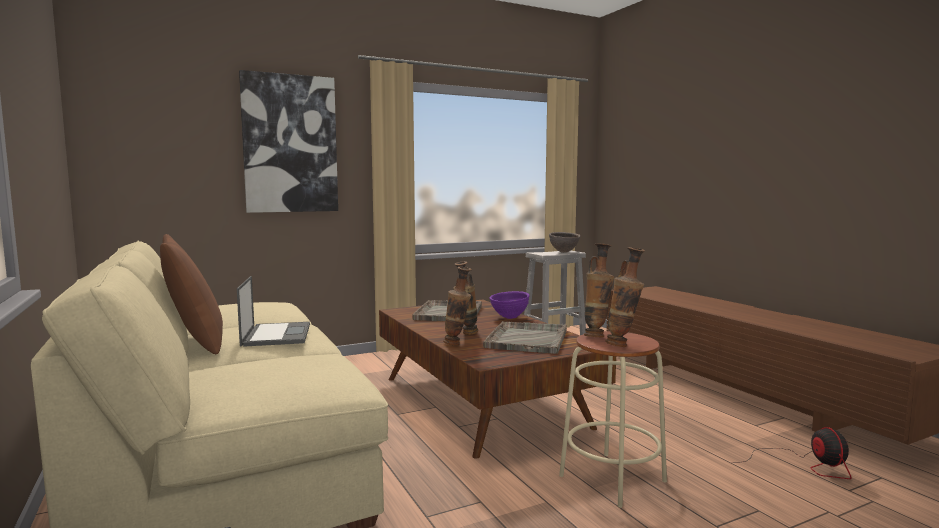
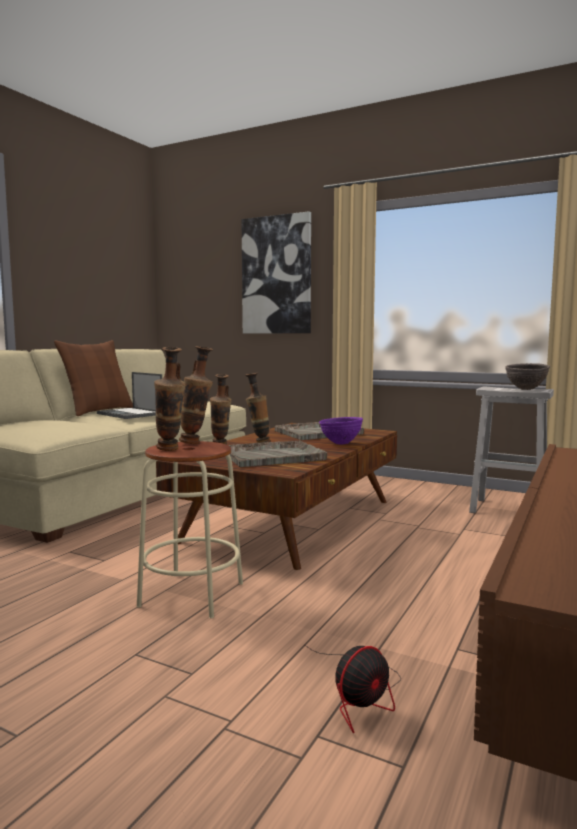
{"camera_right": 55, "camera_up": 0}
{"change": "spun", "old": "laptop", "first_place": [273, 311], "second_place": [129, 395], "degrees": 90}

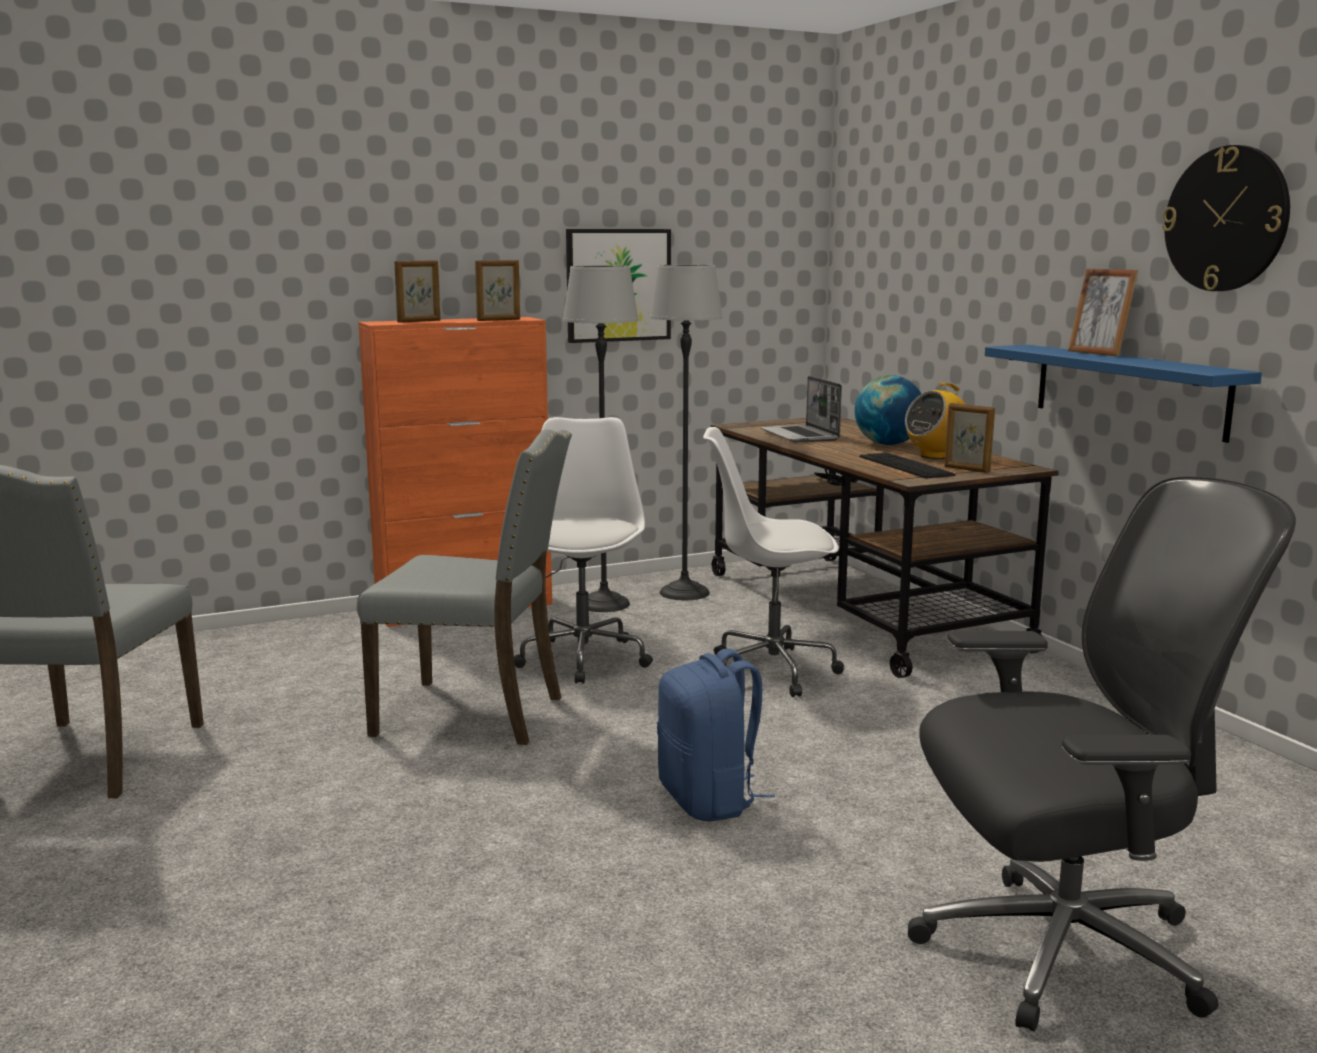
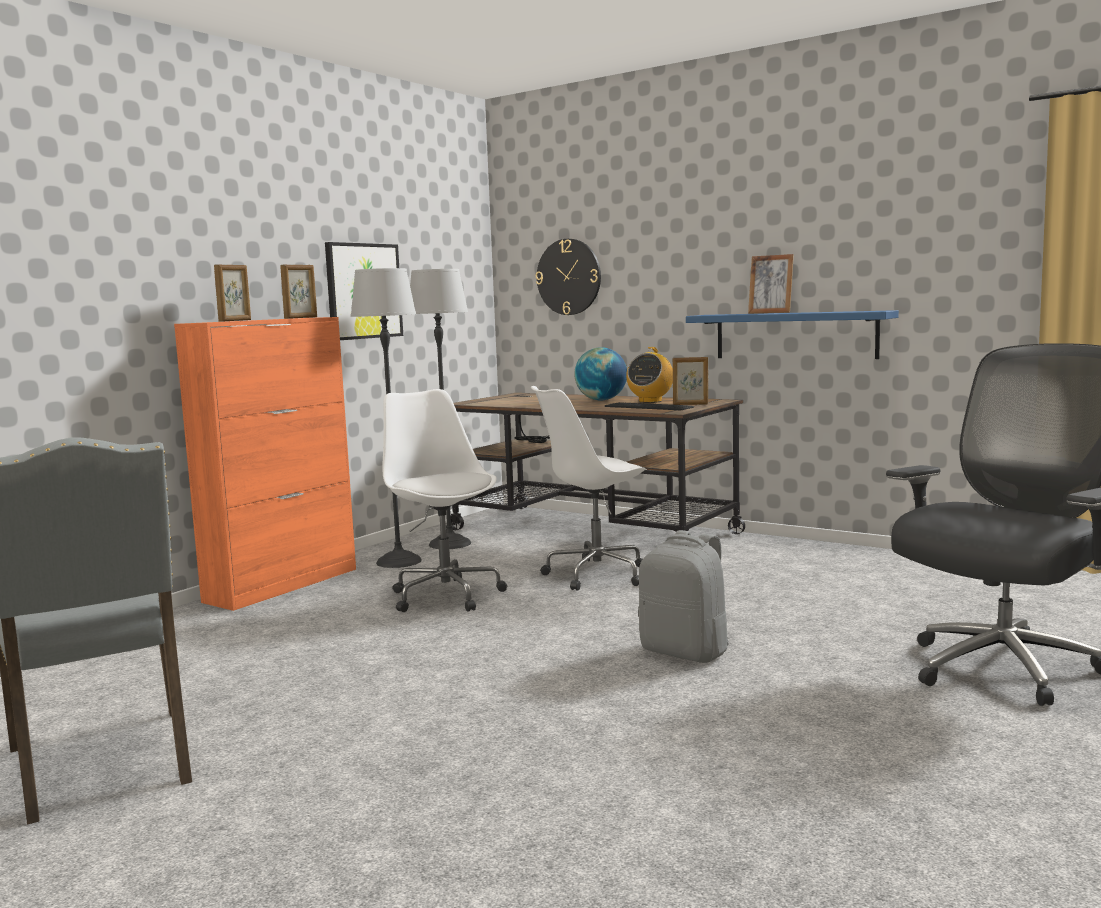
{"camera_right": -30, "camera_up": -5}
{"change": "missing", "old": "chair (grey)", "first_place": [464, 587]}
{"change": "missing", "old": "laptop", "first_place": [801, 409]}
{"change": "relocated", "old": "wall clock", "first_place": [1226, 218], "second_place": [568, 277]}
{"change": "colour", "old": "backpack (blue)", "new": "backpack (grey)", "first_place": [716, 735], "second_place": [683, 596]}

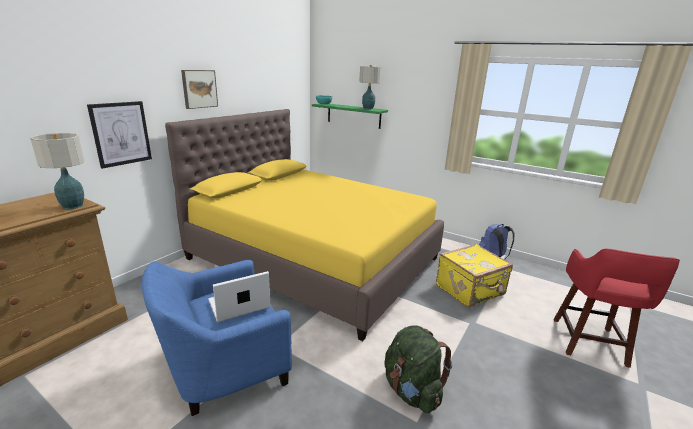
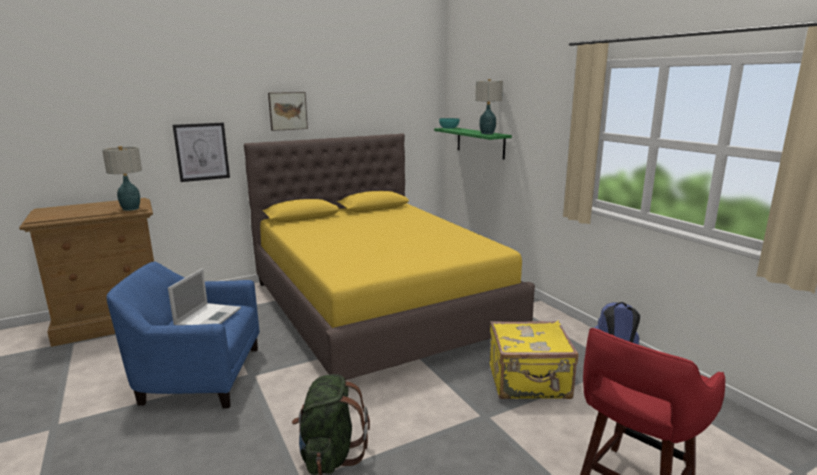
{"camera_right": 30, "camera_up": -5}
{"change": "spun", "old": "laptop", "first_place": [239, 296], "second_place": [204, 297], "degrees": 105}

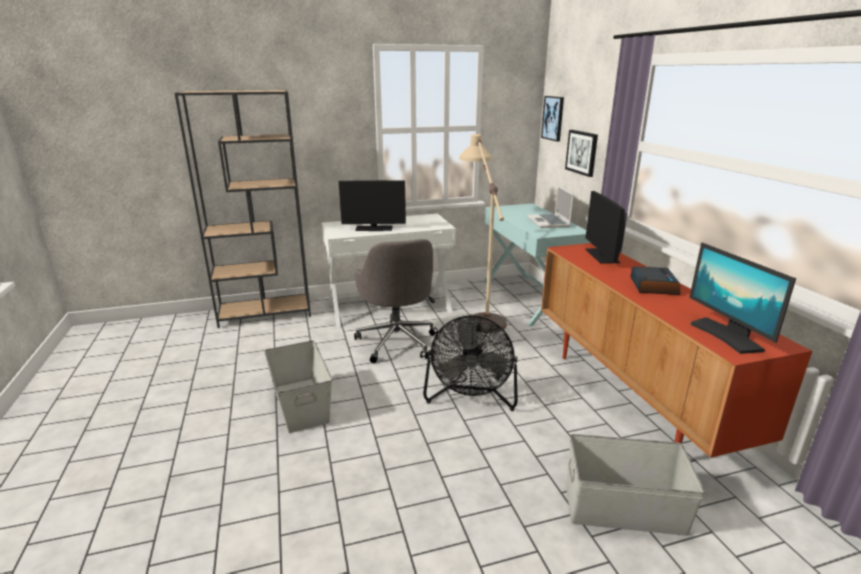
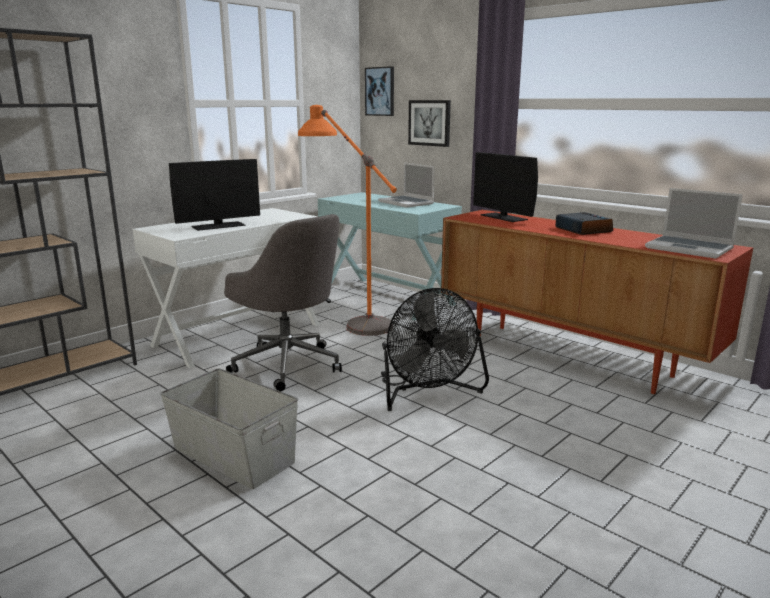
{"camera_right": -30, "camera_up": -5}
{"change": "missing", "old": "storage box (grey)", "first_place": [635, 485]}
{"change": "exchanged", "old": "monitor", "new": "laptop", "first_place": [742, 298], "second_place": [694, 223]}
{"change": "colour", "old": "floor lamp (beige)", "new": "floor lamp (orange)", "first_place": [483, 233], "second_place": [347, 220]}

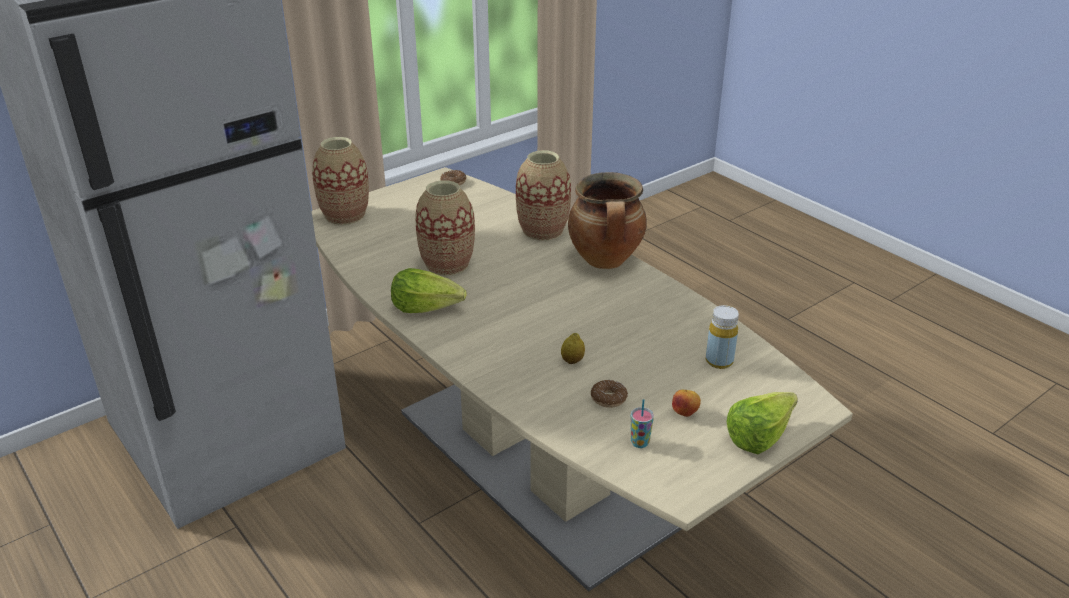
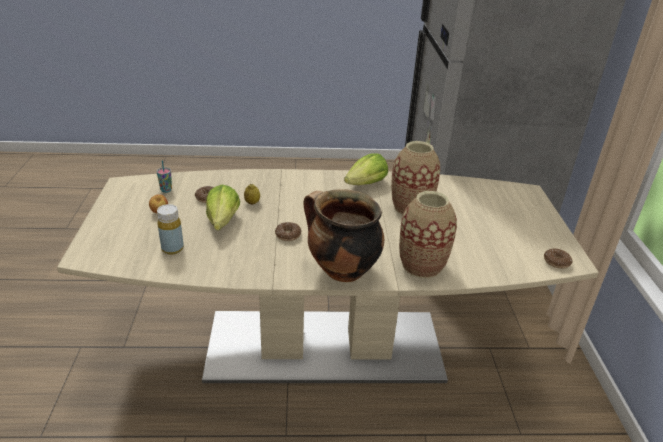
{"camera_right": 125, "camera_up": 0}
{"change": "missing", "old": "vase", "first_place": [340, 181]}
{"change": "appeared", "new": "donut", "second_place": [288, 231]}
{"change": "relocated", "old": "lettuce", "first_place": [762, 423], "second_place": [223, 207]}

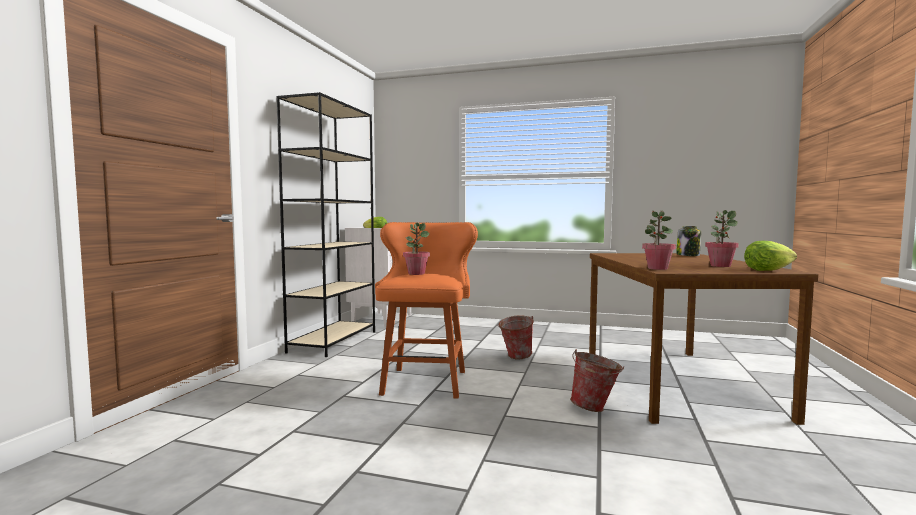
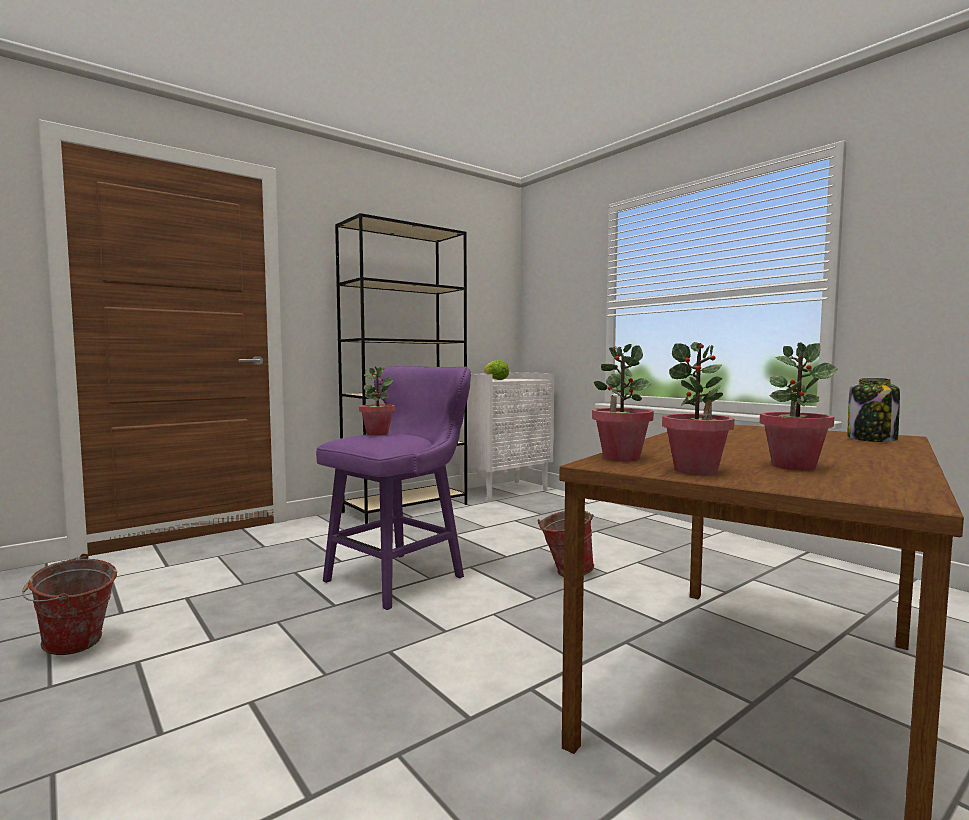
{"camera_right": 35, "camera_up": 0}
{"change": "missing", "old": "lettuce", "first_place": [770, 256]}
{"change": "appeared", "new": "potted plant", "second_place": [698, 408]}
{"change": "relocated", "old": "bucket", "first_place": [597, 380], "second_place": [69, 604]}
{"change": "colour", "old": "stool (orange)", "new": "stool (purple)", "first_place": [426, 310], "second_place": [393, 488]}

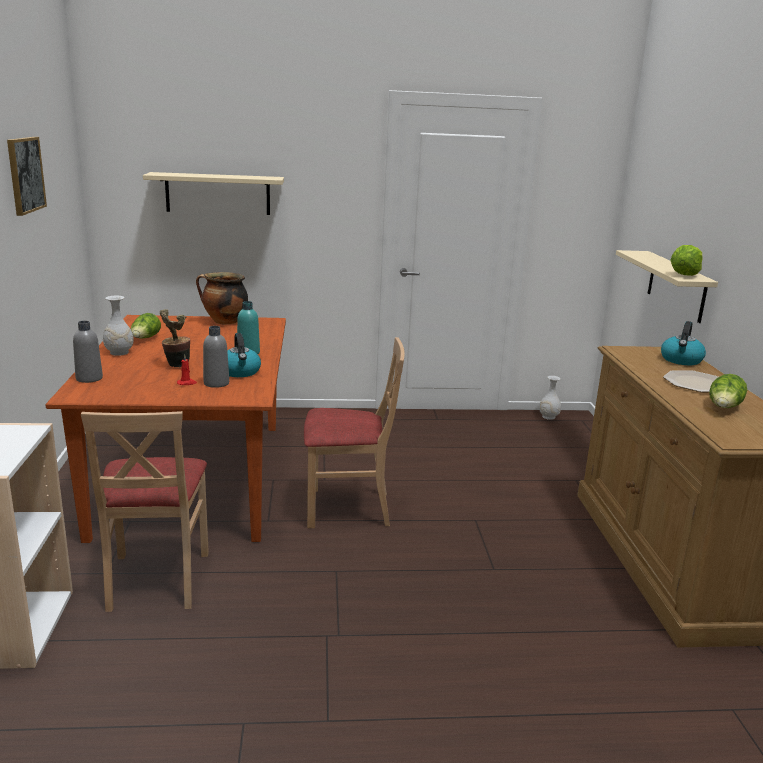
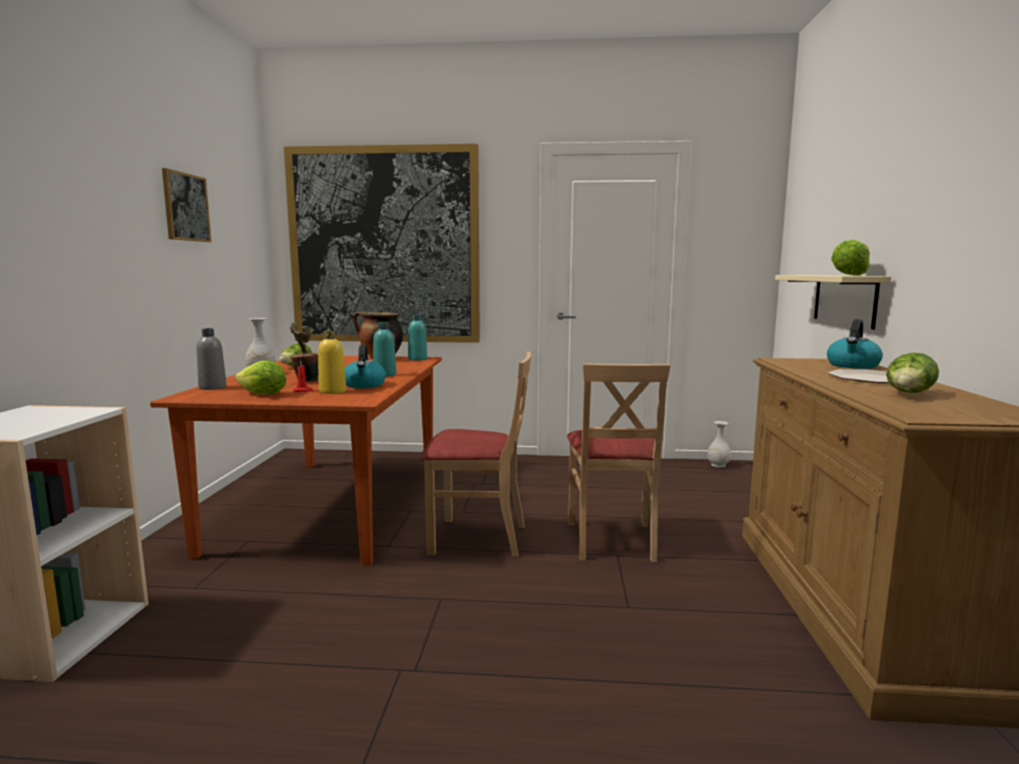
{"camera_right": 10, "camera_up": -10}
{"change": "appeared", "new": "lettuce", "second_place": [260, 377]}
{"change": "appeared", "new": "bottle (turquoise)", "second_place": [417, 337]}
{"change": "relocated", "old": "chair (beige)", "first_place": [145, 511], "second_place": [618, 462]}
{"change": "exchanged", "old": "shelf (beige)", "new": "picture", "first_place": [213, 193], "second_place": [382, 243]}
{"change": "colour", "old": "bottle (grey)", "new": "bottle (yellow)", "first_place": [216, 357], "second_place": [332, 362]}

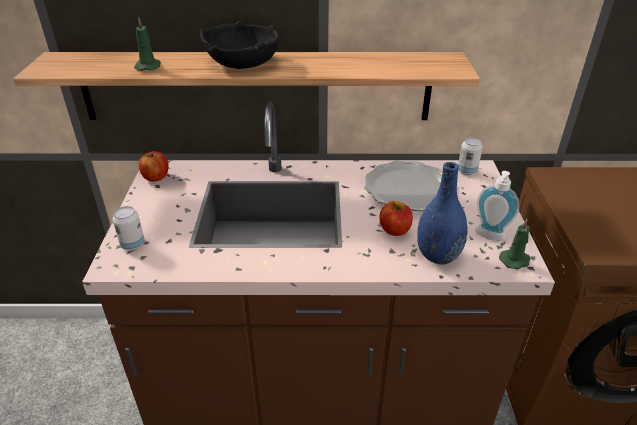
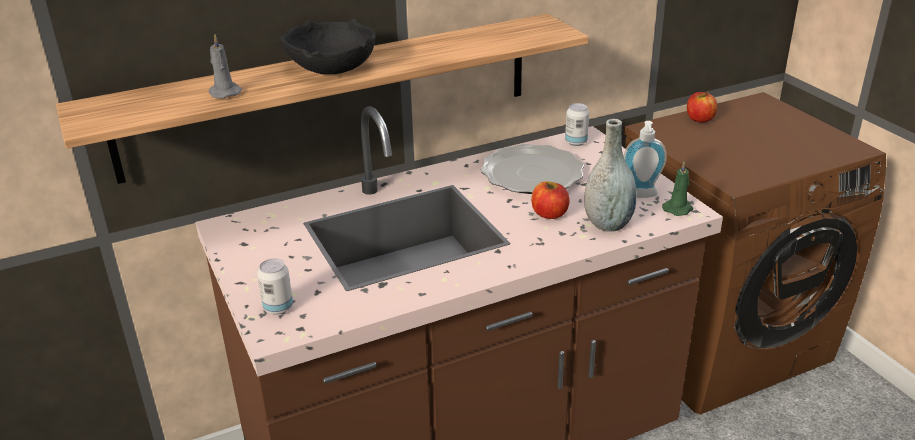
{"camera_right": -25, "camera_up": -5}
{"change": "relocated", "old": "apple", "first_place": [154, 166], "second_place": [702, 107]}
{"change": "colour", "old": "candle (green)", "new": "candle (grey)", "first_place": [147, 44], "second_place": [225, 66]}
{"change": "colour", "old": "vase (blue)", "new": "vase (grey)", "first_place": [442, 213], "second_place": [610, 175]}

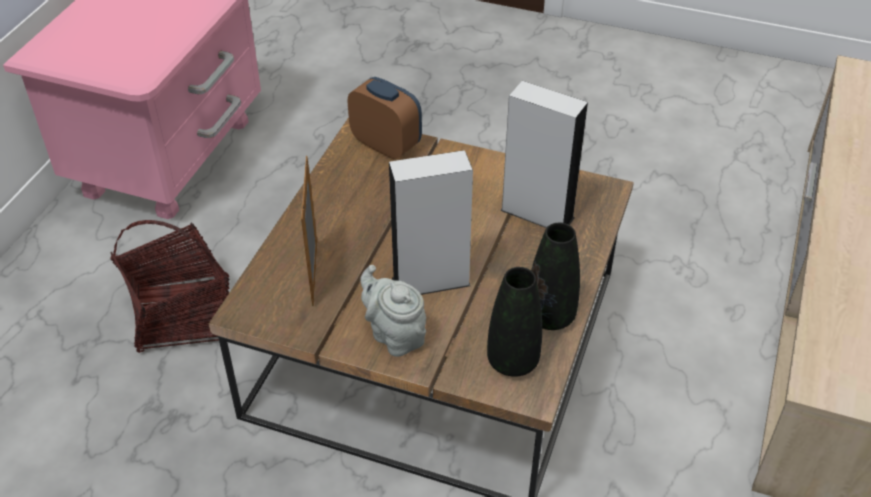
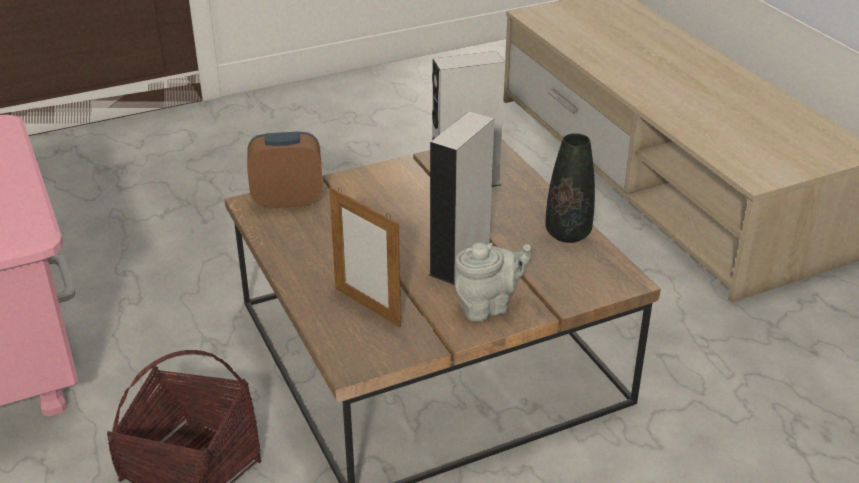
{"camera_right": -45, "camera_up": -10}
{"change": "missing", "old": "vase (black)", "first_place": [514, 322]}
{"change": "spun", "old": "teapot (grey)", "first_place": [393, 311], "second_place": [493, 282], "degrees": 150}

